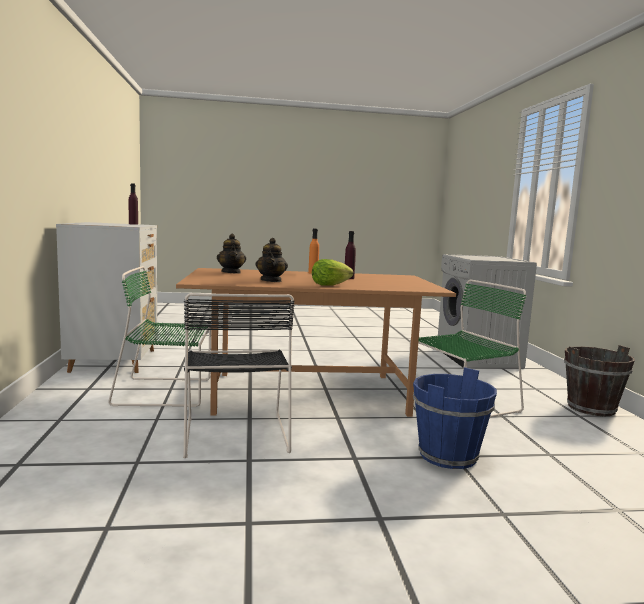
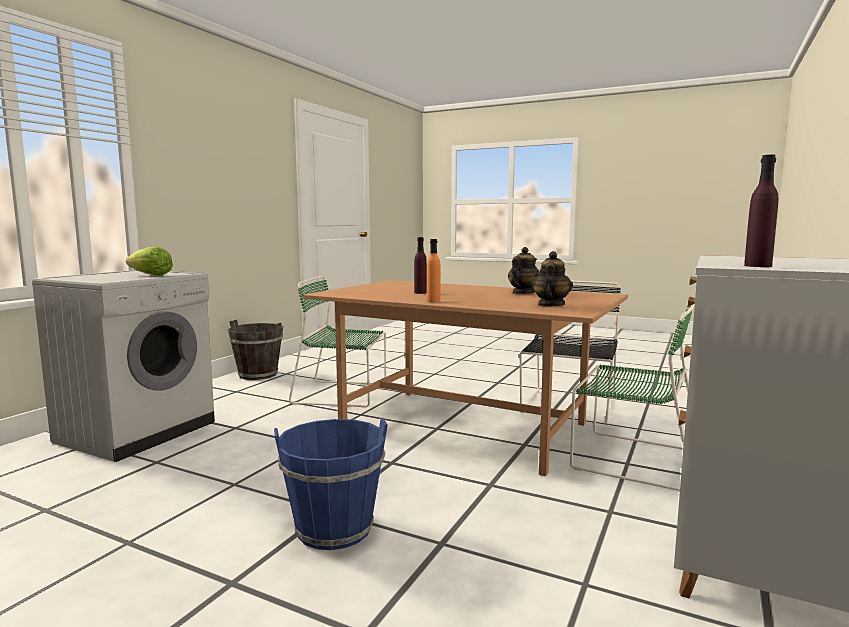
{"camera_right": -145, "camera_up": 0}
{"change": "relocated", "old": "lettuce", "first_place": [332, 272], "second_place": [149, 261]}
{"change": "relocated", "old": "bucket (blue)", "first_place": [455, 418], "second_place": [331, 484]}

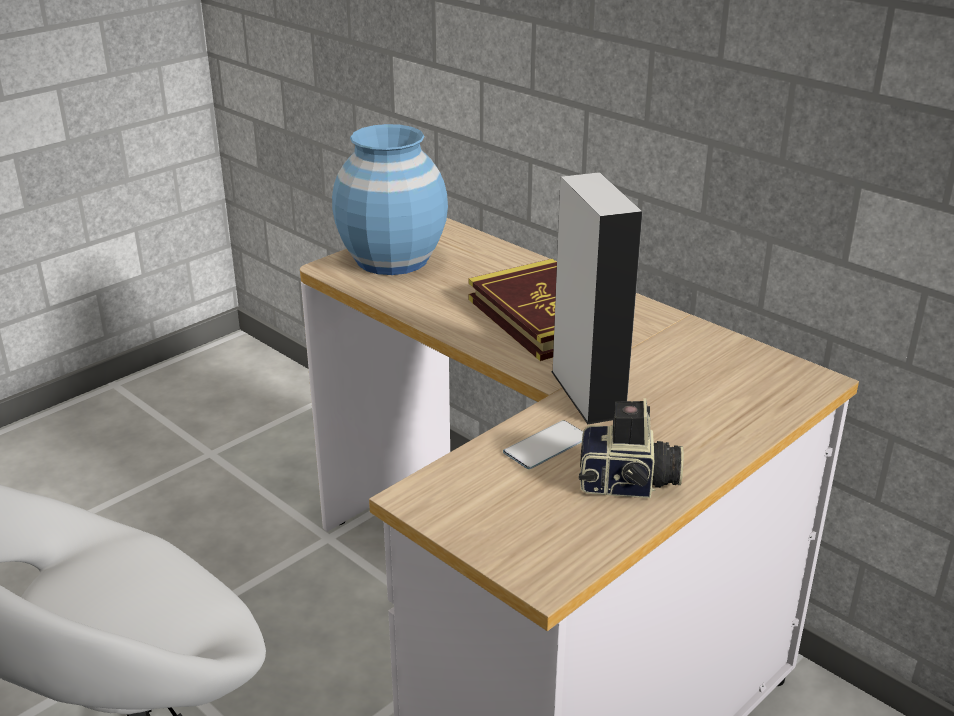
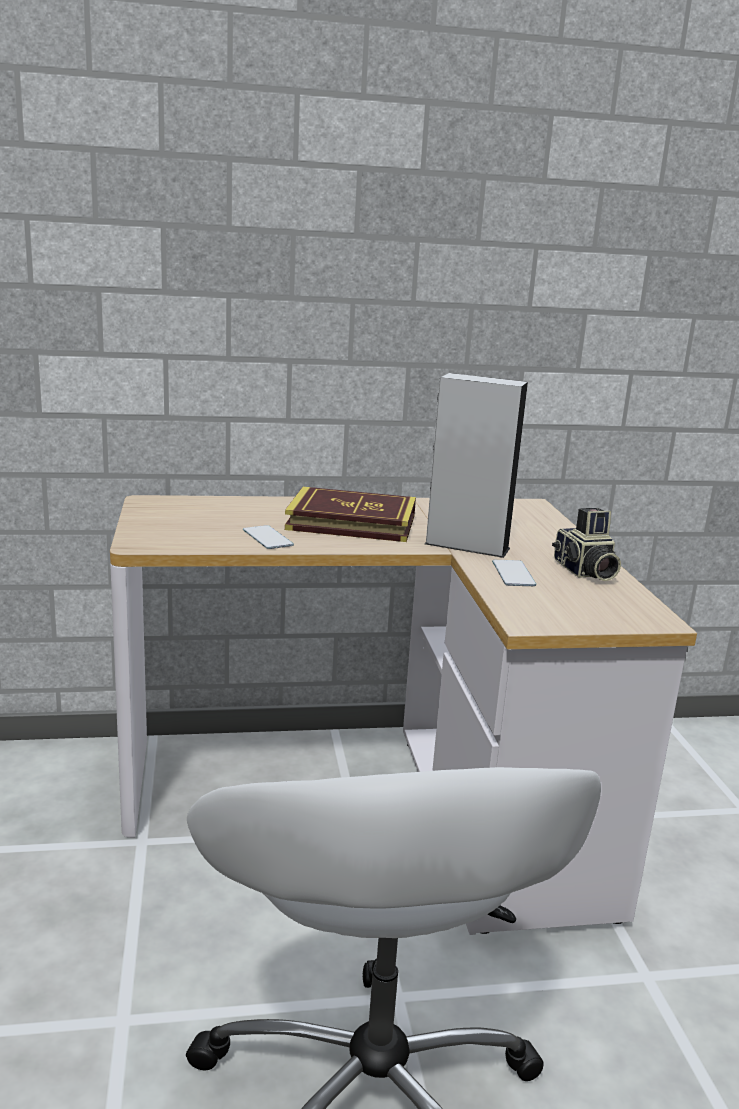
{"camera_right": -55, "camera_up": -10}
{"change": "missing", "old": "vase (blue)", "first_place": [390, 199]}
{"change": "appeared", "new": "phone", "second_place": [268, 537]}
{"change": "spun", "old": "photo camera", "first_place": [631, 448], "second_place": [586, 544], "degrees": 120}

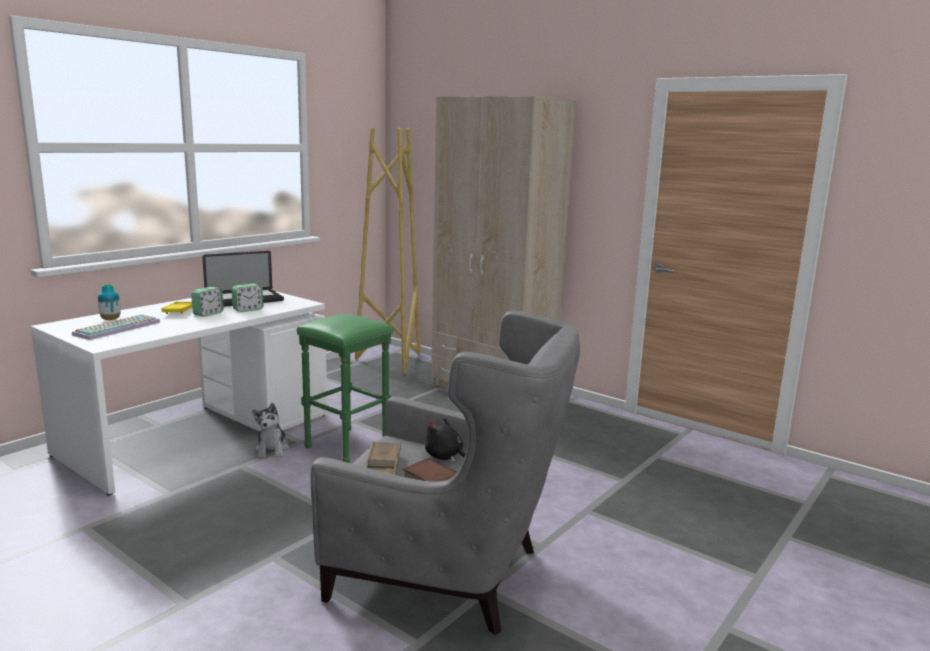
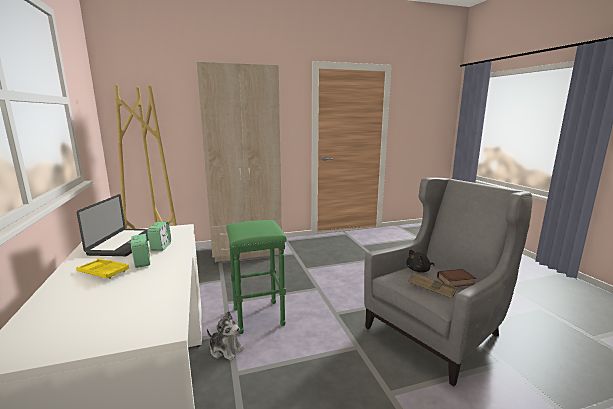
{"camera_right": -55, "camera_up": 0}
{"change": "missing", "old": "keyboard", "first_place": [116, 327]}
{"change": "missing", "old": "vase", "first_place": [109, 302]}

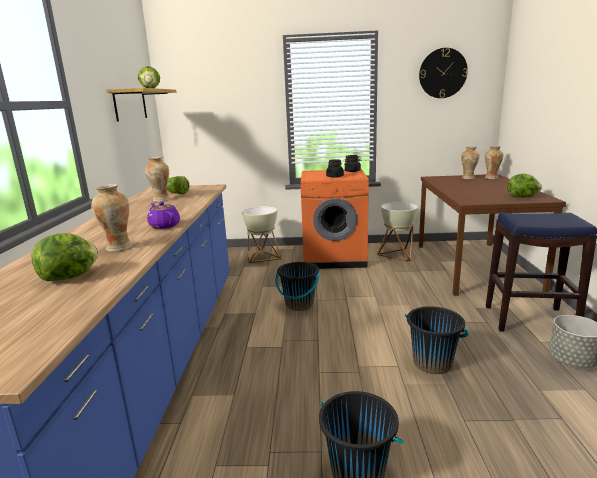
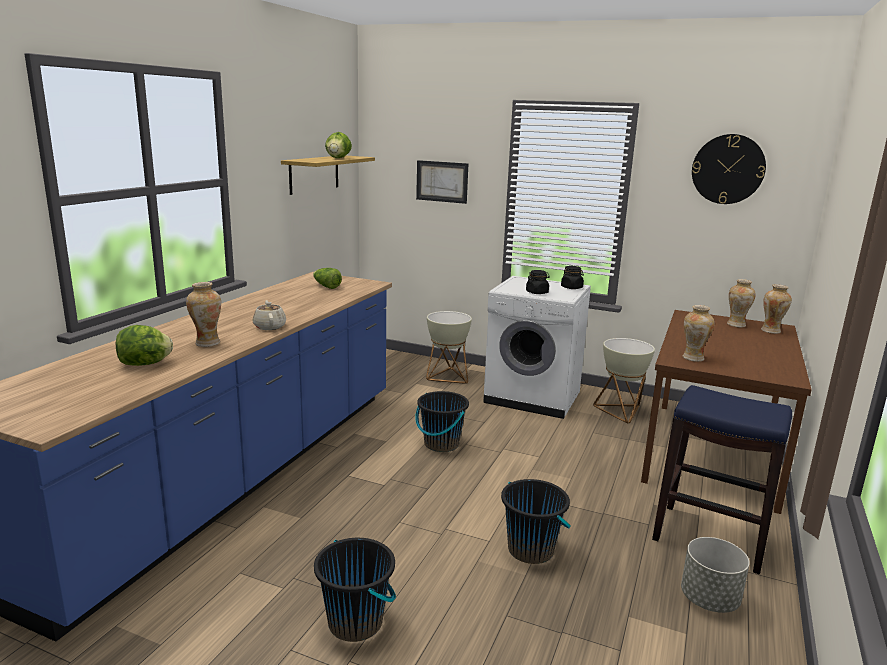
{"camera_right": 20, "camera_up": 0}
{"change": "missing", "old": "lettuce", "first_place": [525, 186]}
{"change": "appeared", "new": "picture", "second_place": [442, 182]}
{"change": "relocated", "old": "vase", "first_place": [157, 179], "second_place": [699, 333]}
{"change": "colour", "old": "teapot (purple)", "new": "teapot (beige)", "first_place": [163, 215], "second_place": [269, 315]}
{"change": "colour", "old": "washing machine (orange)", "new": "washing machine (white)", "first_place": [335, 219], "second_place": [537, 347]}

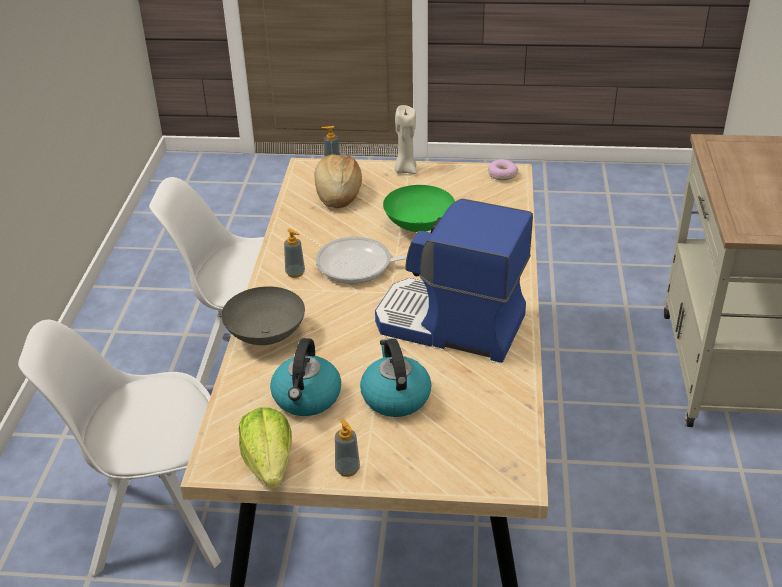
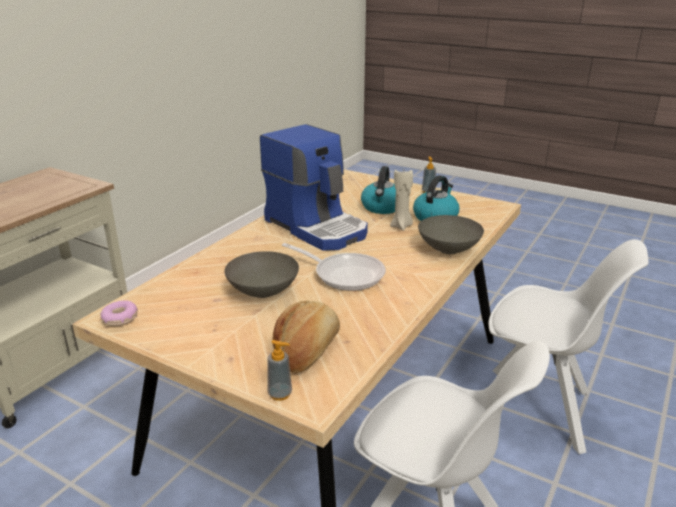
{"camera_right": -155, "camera_up": -10}
{"change": "missing", "old": "lettuce", "first_place": [265, 448]}
{"change": "missing", "old": "soap dispenser", "first_place": [294, 253]}
{"change": "relocated", "old": "candle (beige)", "first_place": [406, 139], "second_place": [401, 200]}
{"change": "colour", "old": "bowl (green)", "new": "bowl (grey)", "first_place": [419, 208], "second_place": [261, 274]}

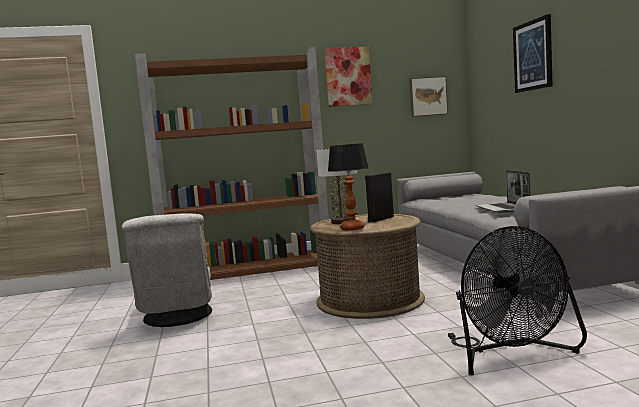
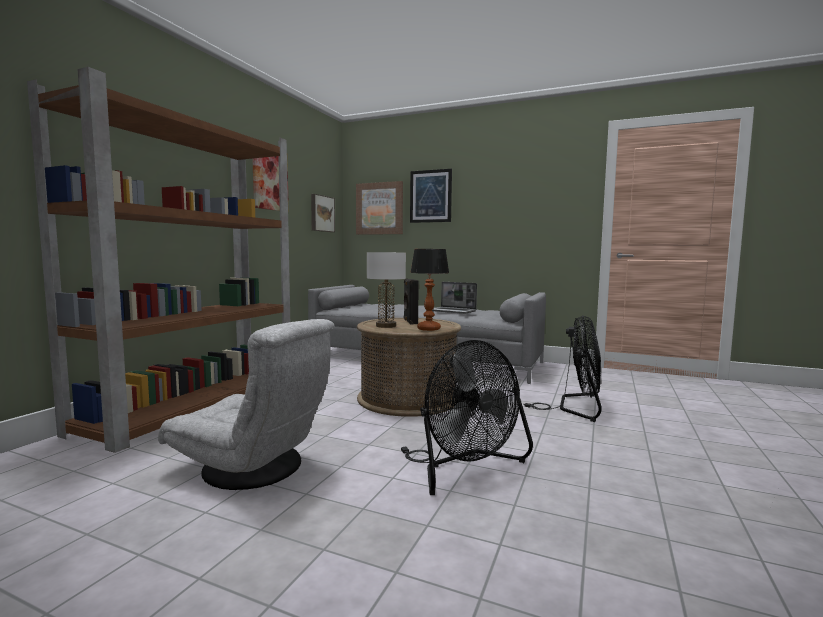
{"camera_right": -55, "camera_up": 0}
{"change": "appeared", "new": "picture", "second_place": [379, 208]}
{"change": "appeared", "new": "fan (black)", "second_place": [467, 417]}

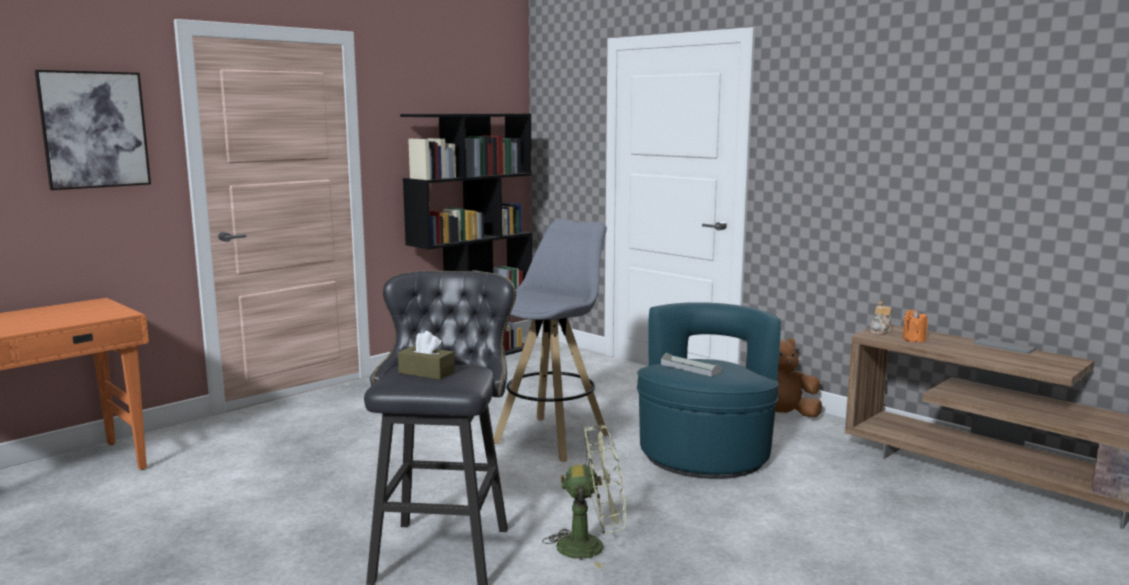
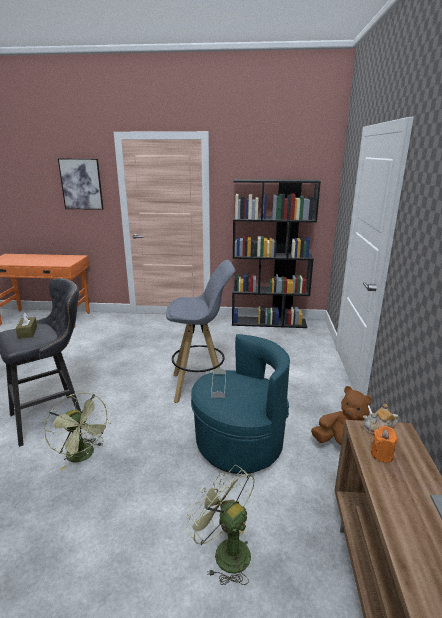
{"camera_right": 50, "camera_up": 10}
{"change": "appeared", "new": "fan (green)", "second_place": [220, 525]}

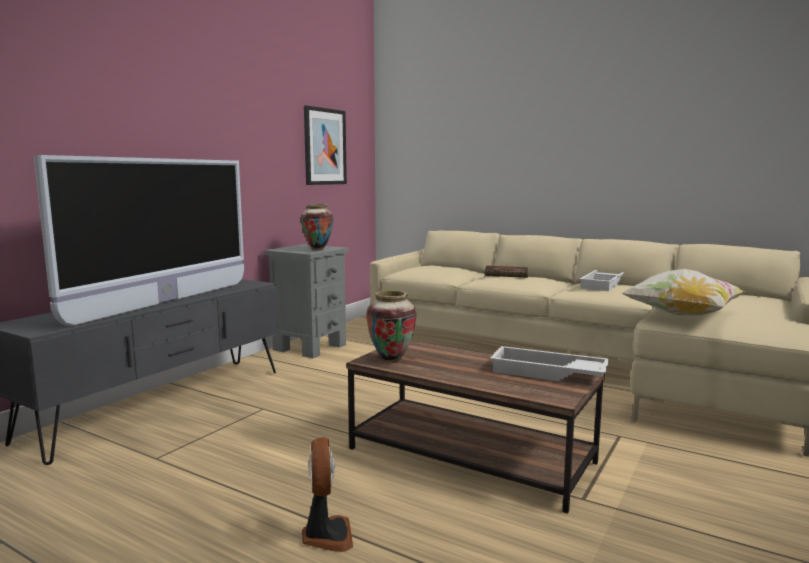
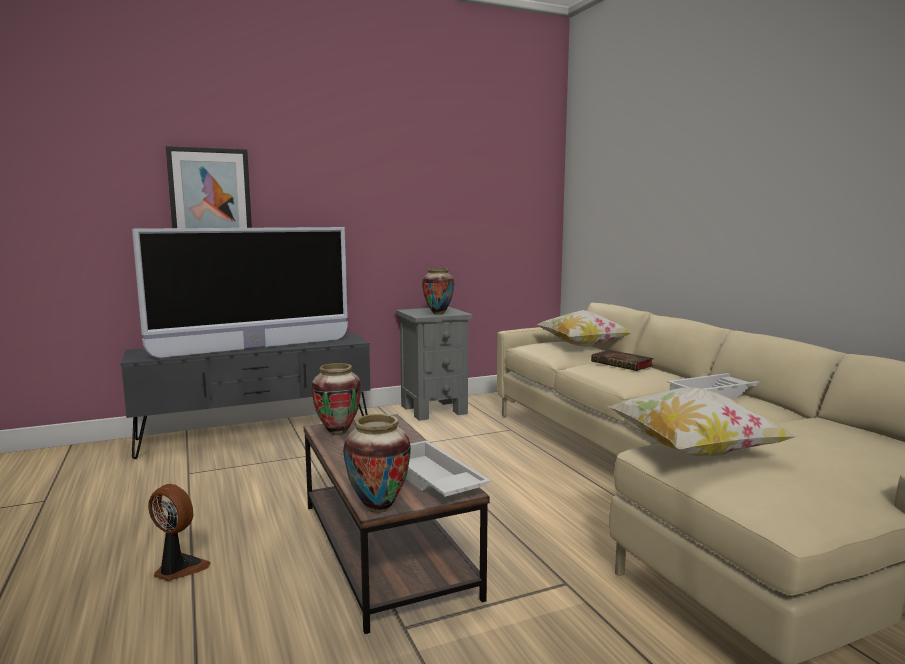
{"camera_right": 35, "camera_up": 0}
{"change": "appeared", "new": "vase", "second_place": [377, 463]}
{"change": "appeared", "new": "pillow", "second_place": [584, 328]}
{"change": "relocated", "old": "picture", "first_place": [325, 145], "second_place": [209, 187]}
{"change": "spun", "old": "fan", "first_place": [327, 494], "second_place": [179, 532], "degrees": -90}

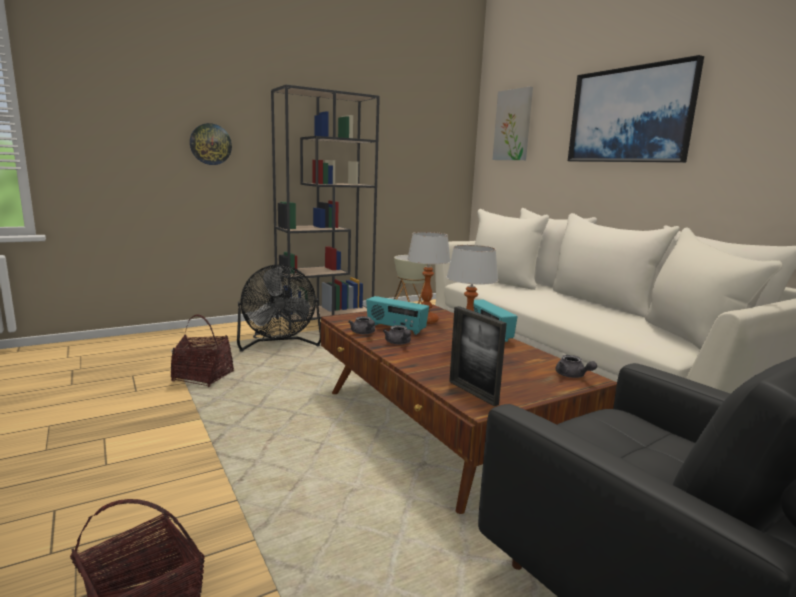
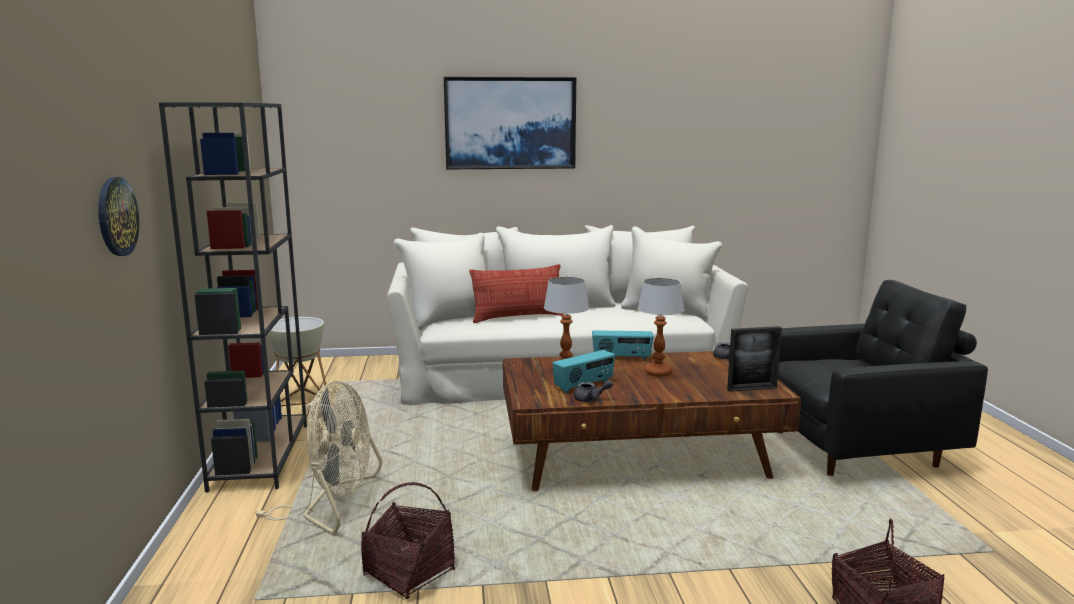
{"camera_right": -65, "camera_up": 0}
{"change": "missing", "old": "teapot (grey)", "first_place": [397, 334]}
{"change": "missing", "old": "picture", "first_place": [513, 123]}
{"change": "appeared", "new": "pillow", "second_place": [516, 293]}
{"change": "colour", "old": "fan (black)", "new": "fan (beige)", "first_place": [279, 308], "second_place": [318, 458]}

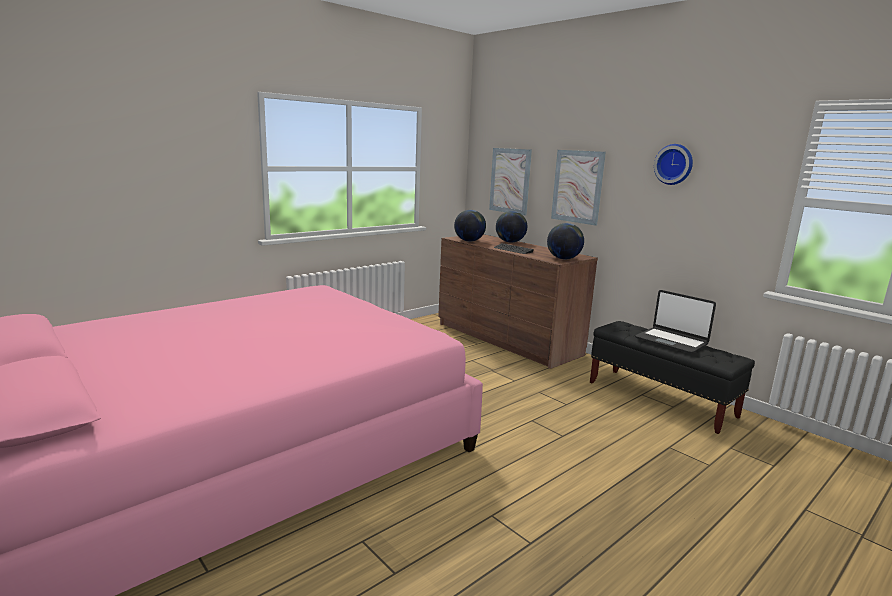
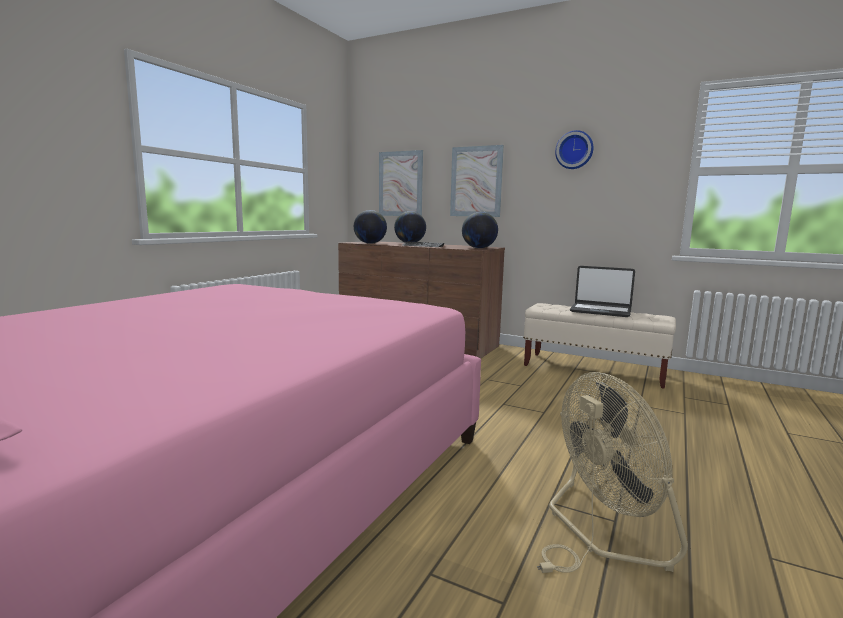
{"camera_right": -20, "camera_up": -5}
{"change": "appeared", "new": "fan (beige)", "second_place": [612, 472]}
{"change": "colour", "old": "bench (black)", "new": "bench (beige)", "first_place": [672, 377], "second_place": [599, 346]}

